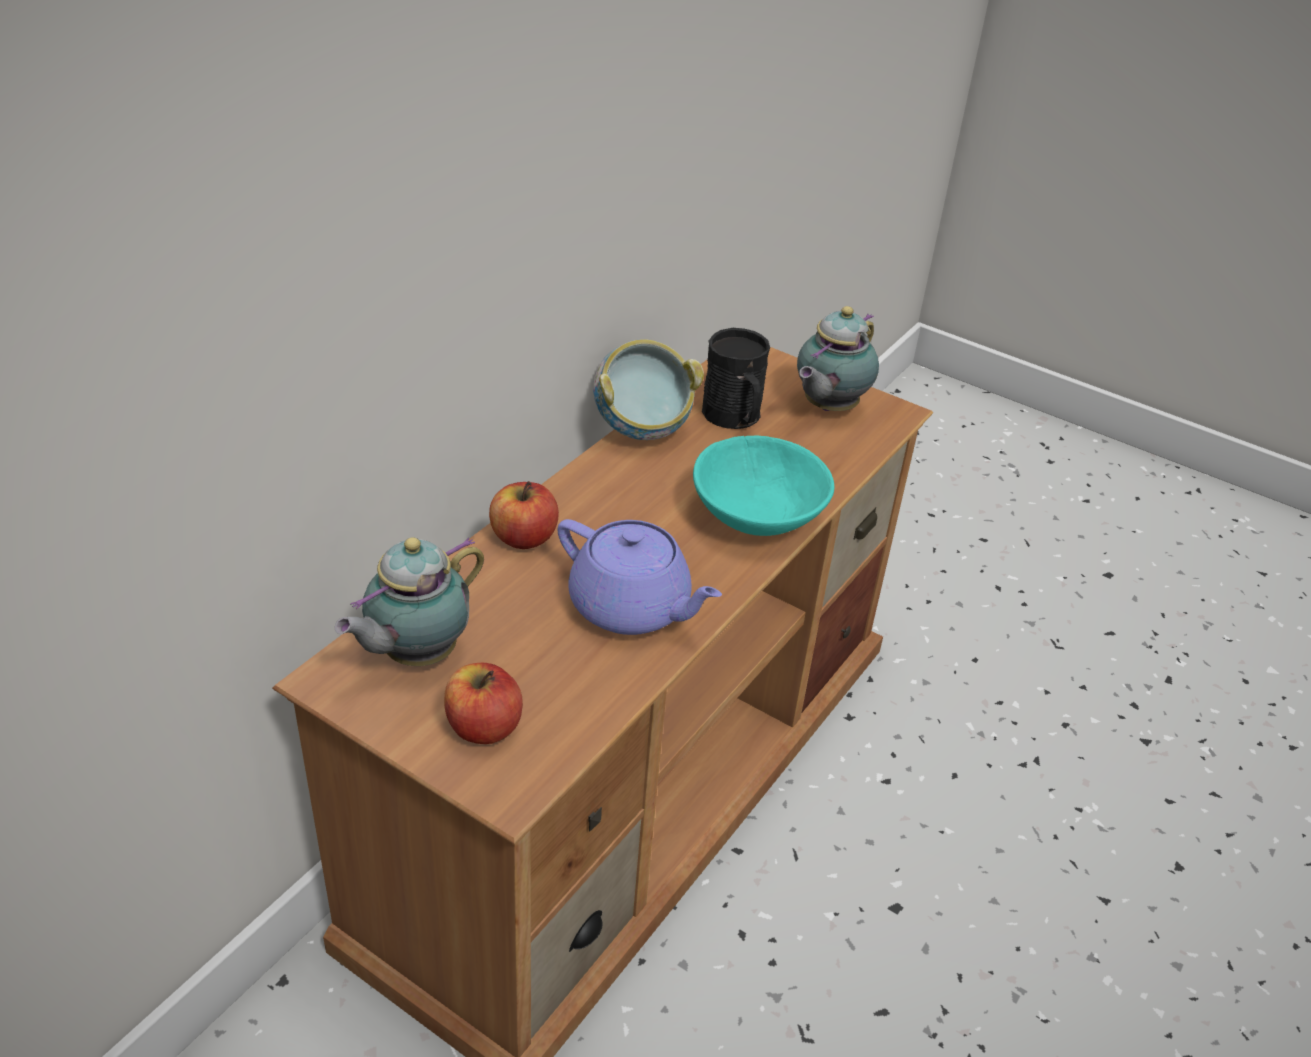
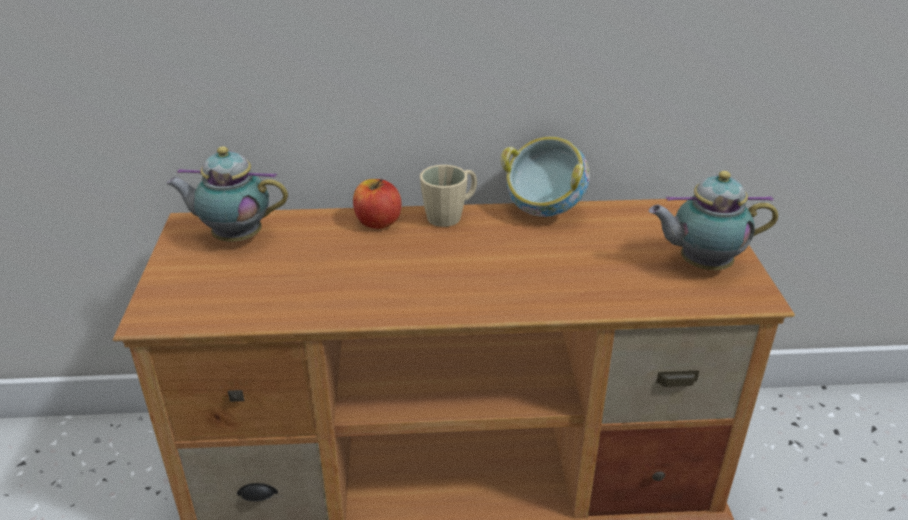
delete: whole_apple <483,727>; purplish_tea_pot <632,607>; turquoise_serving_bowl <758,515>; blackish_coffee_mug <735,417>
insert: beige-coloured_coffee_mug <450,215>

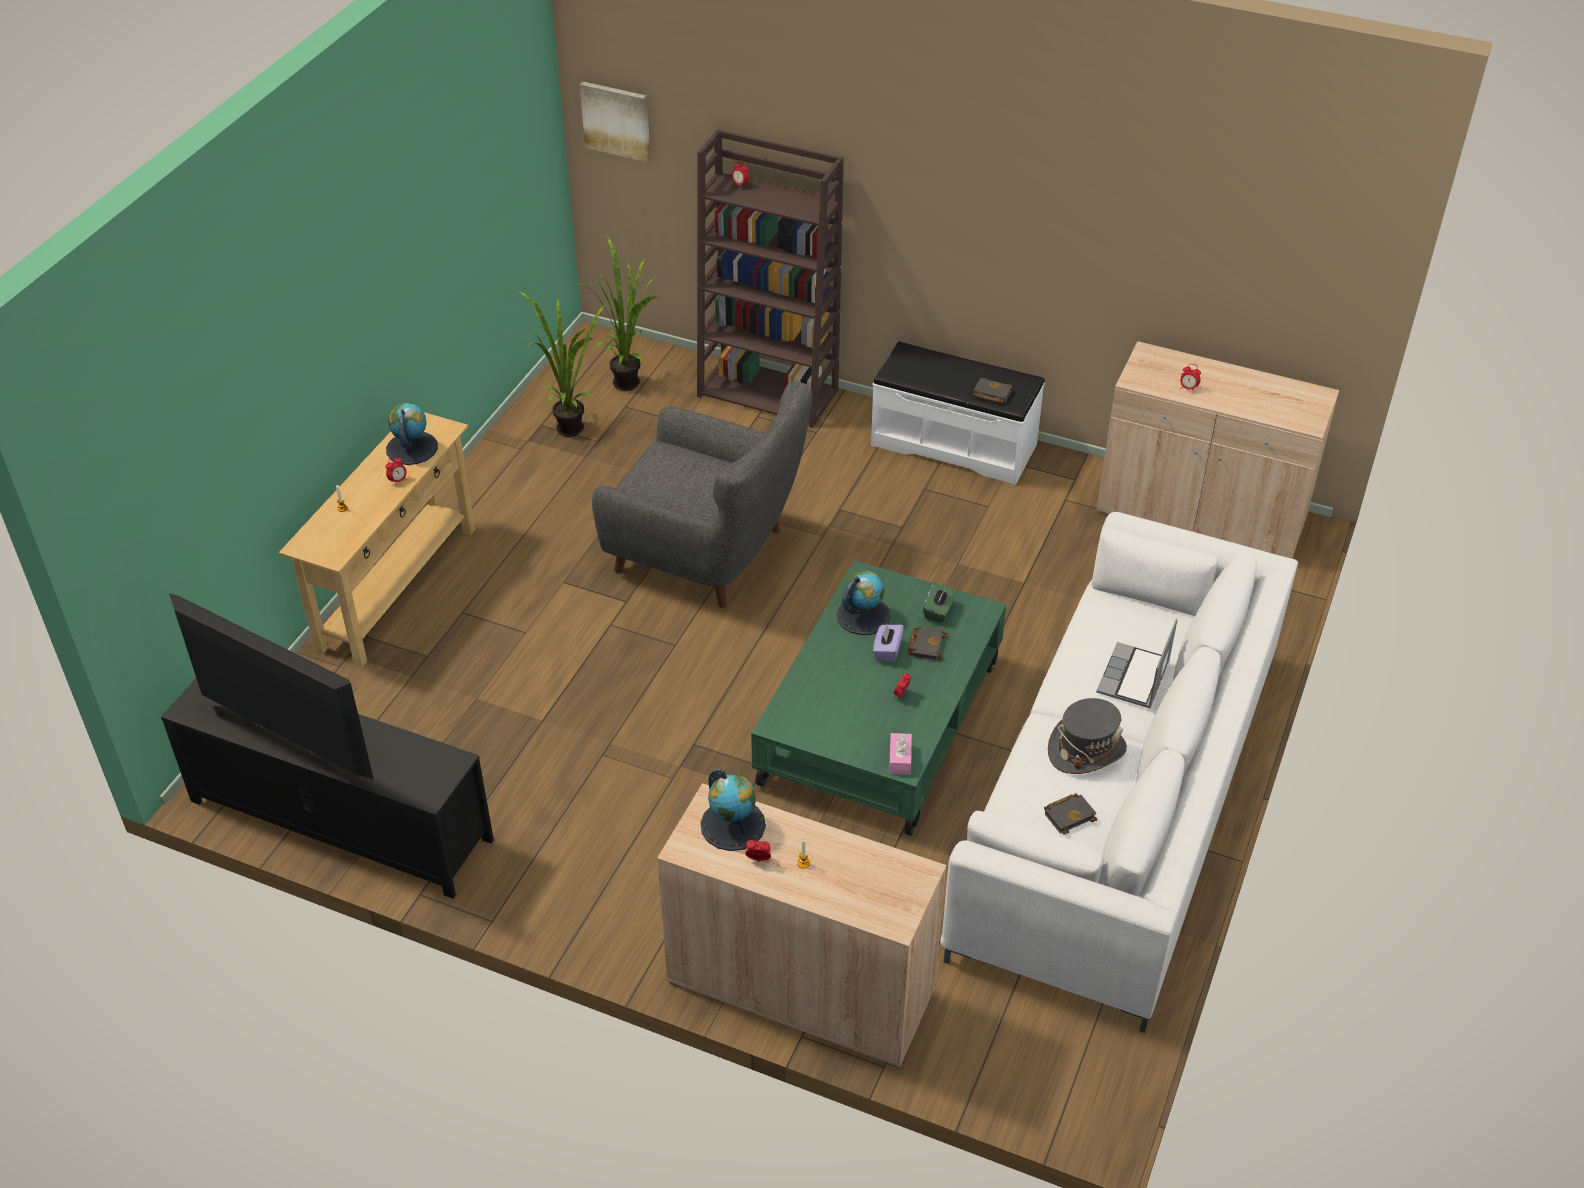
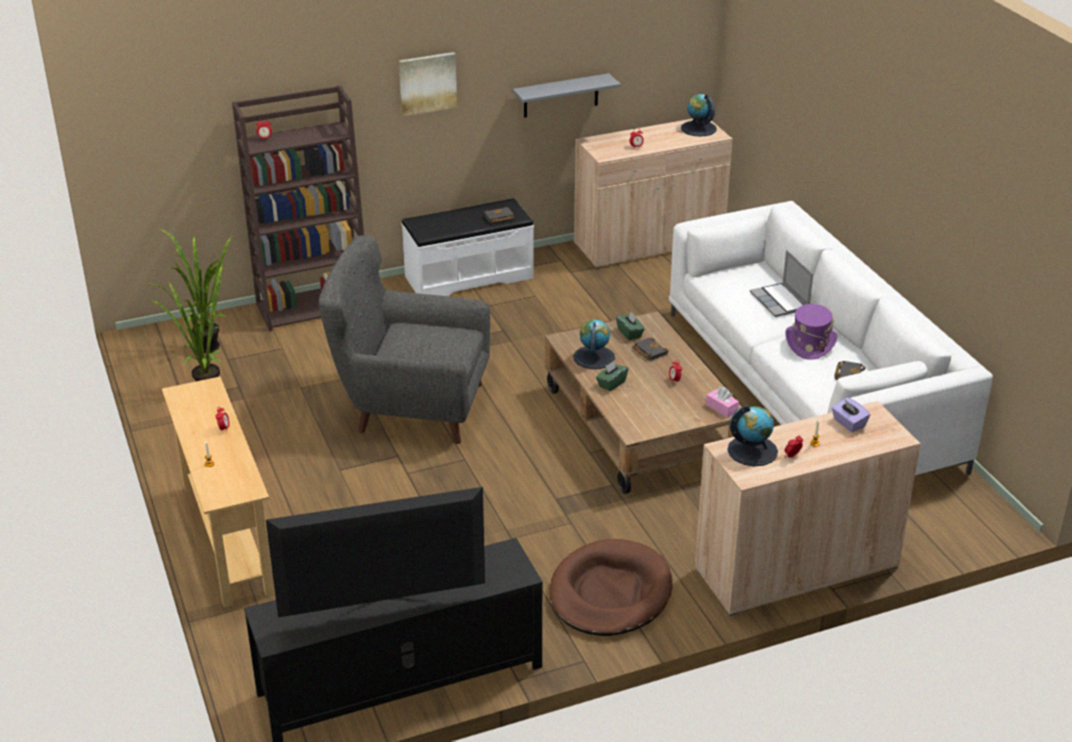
insert: greyish_shelf <561,96>; brown-coloured_dog_bed <610,593>; green-coloured_tissue_holder <611,383>
move: wall_picture <616,120> to <427,83>; desk_globe <411,448> to <698,128>; purplish_tissue_holder <887,650> to <848,423>
recolor: green-coloured_low_table <881,723> to brown-coloured_low_table <641,426>; greyish_wearable_hat <1086,750> to purplish_wearable_hat <810,343>
rotate: greyish_lounge_chair <708,555> = <411,405> 150 degrees counterclockwise

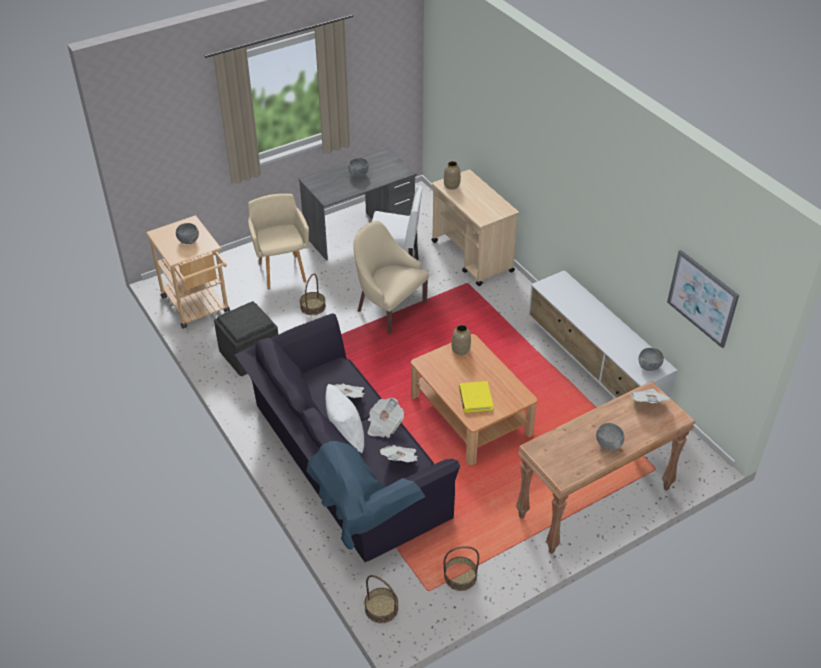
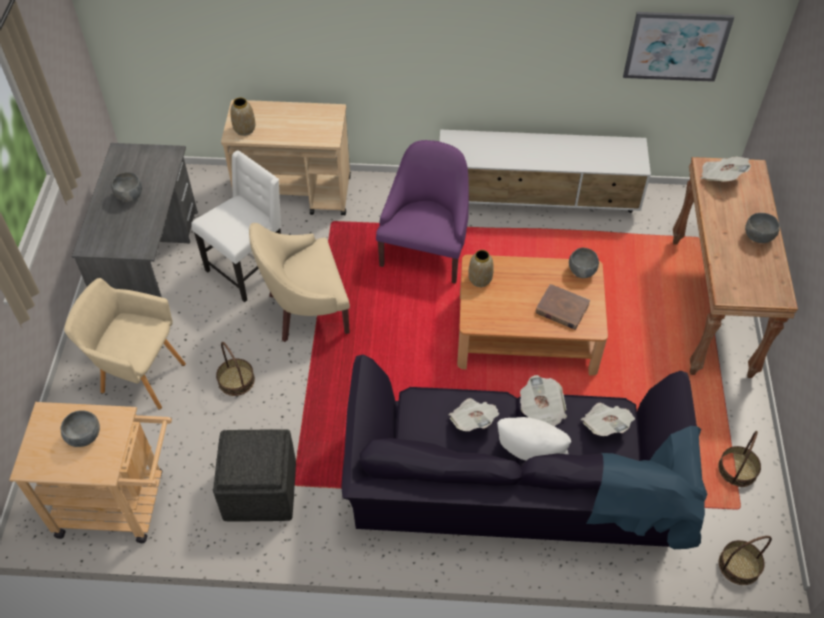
insert: purplish_lounge_chair <426,251>
move: greyish_serving_bowl <648,367> to <581,272>
recolor: yellow-coloured_book <475,398> to brown-coloured_book <562,309>

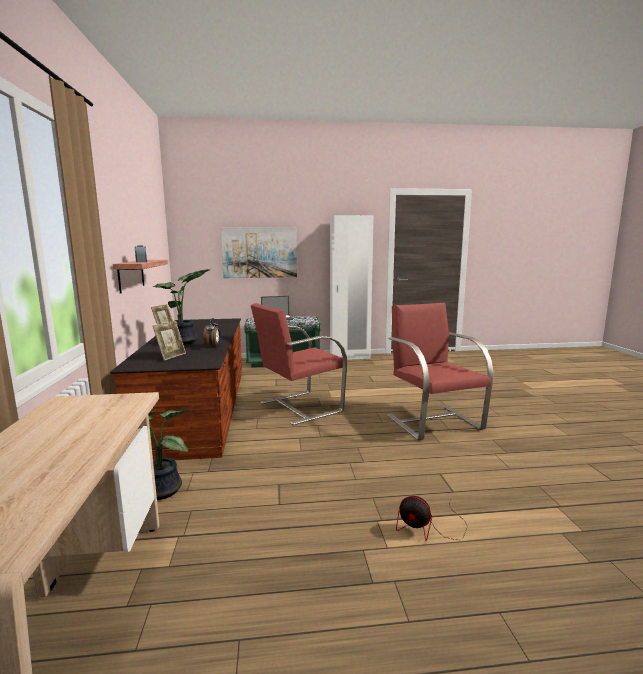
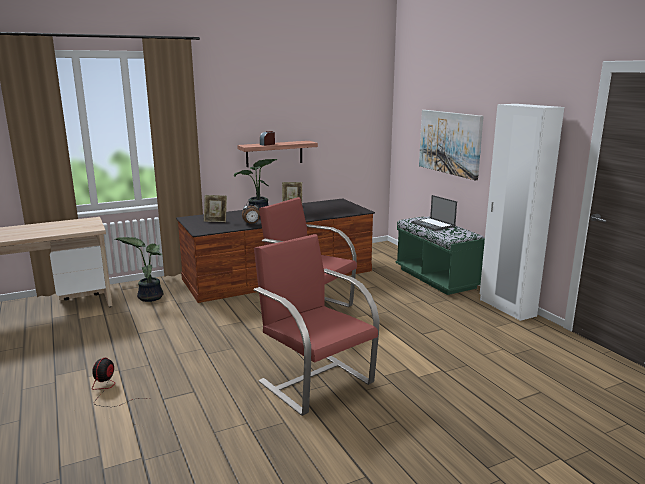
rotate: red_lounge_chair <433,422> = <315,381> 90 degrees counterclockwise

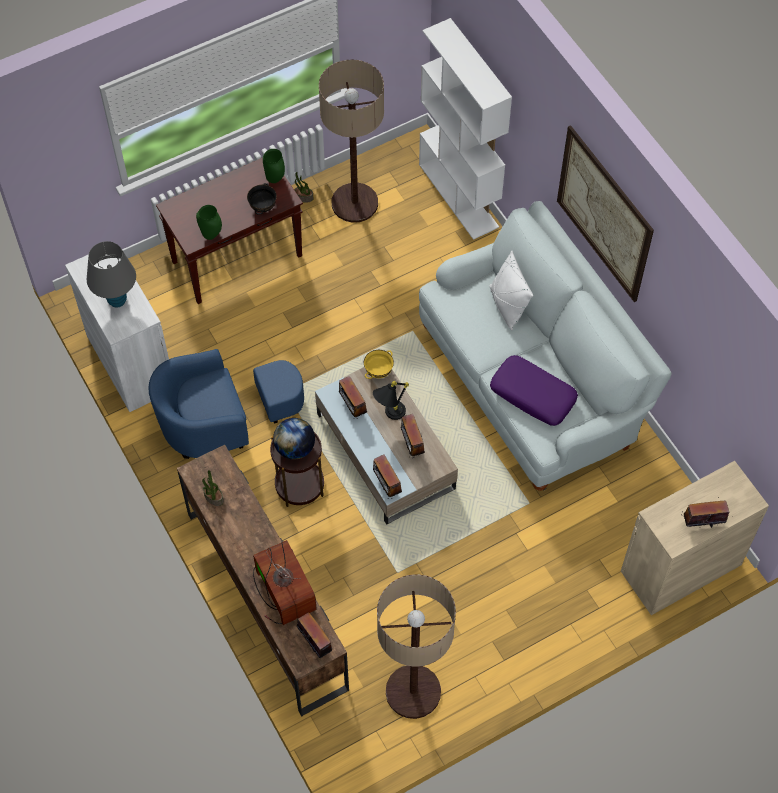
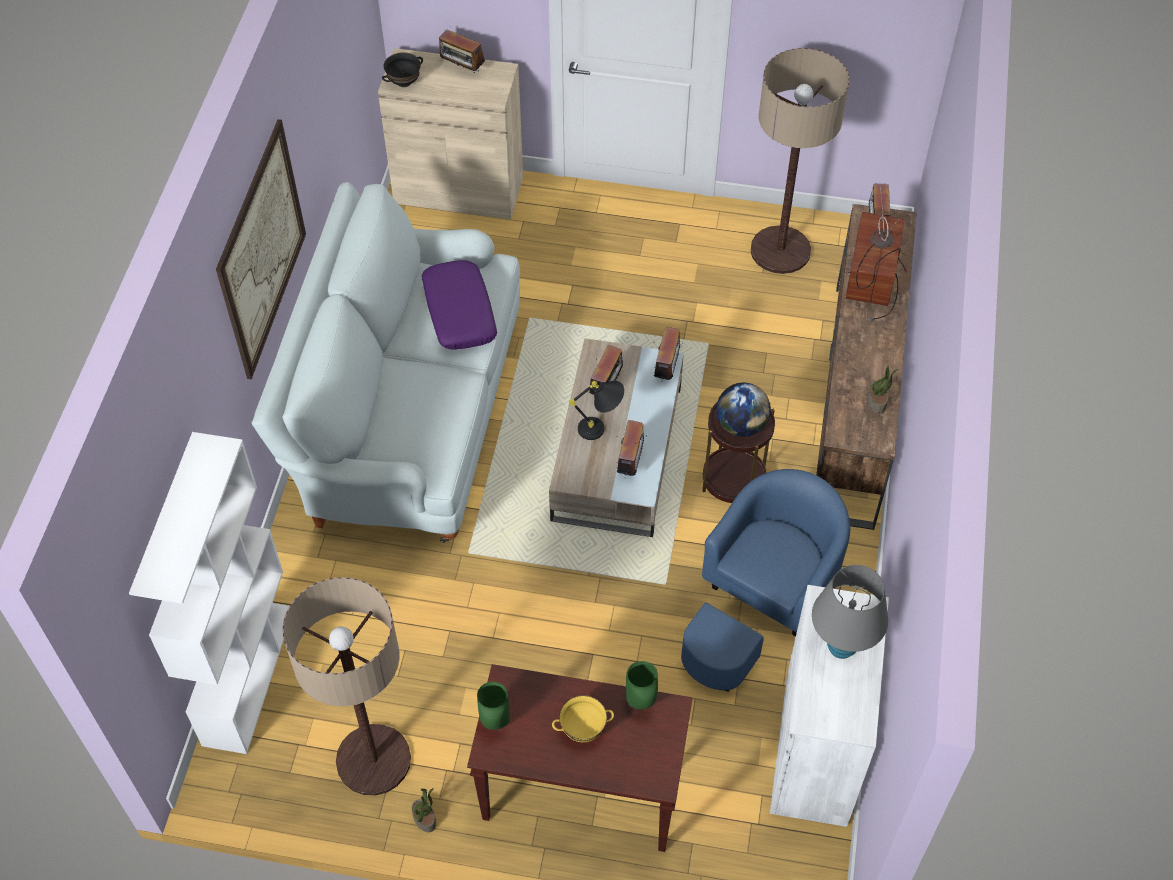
delete: white_throw_pillow <507,306>
move: blackish_serving_bowl <263,207> to <404,82>; yellow-coloured_serving_bowl <378,371> to <583,730>
rotate: bluish_lounge_chair <222,421> = <761,602> 75 degrees counterclockwise

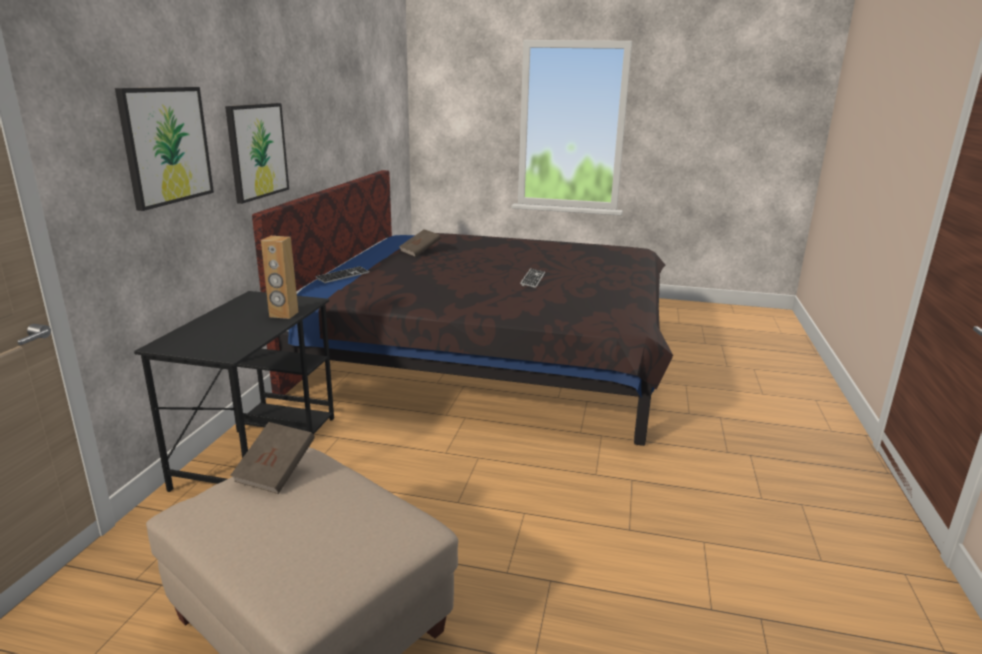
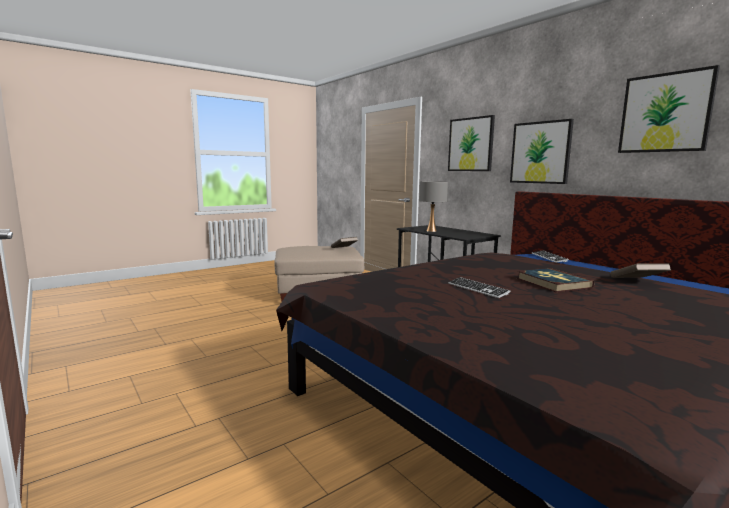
delete: brown-coloured_speaker <283,314>
insert: greyish_table_lamp <431,231>; book <553,283>; wall_picture <665,113>

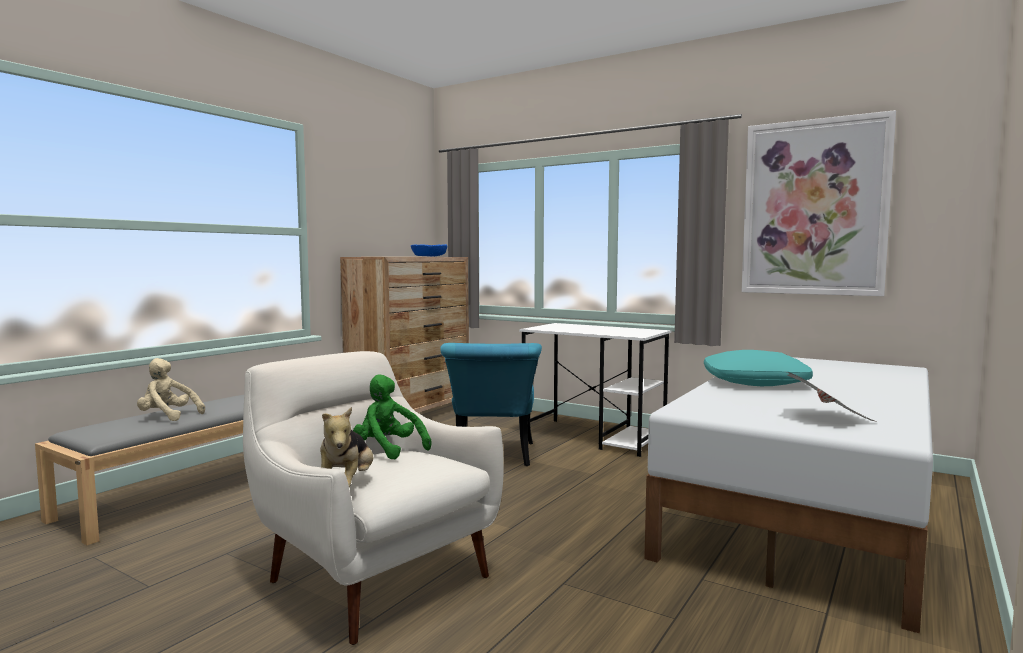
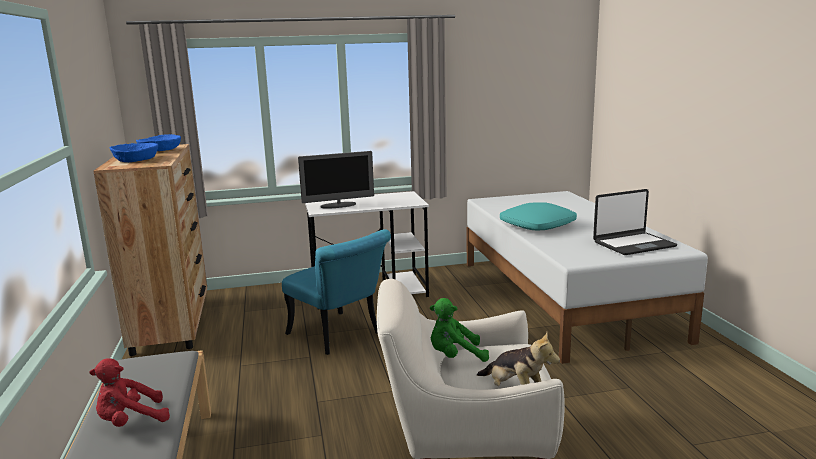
delete: wall_picture <814,208>
insert: bluish_serving_bowl <136,160>; monitor <338,205>
replace: newspaper <828,418> to laptop <633,244>
recolor: beige-coloured_soft_toy <168,416> to red_soft_toy <130,421>

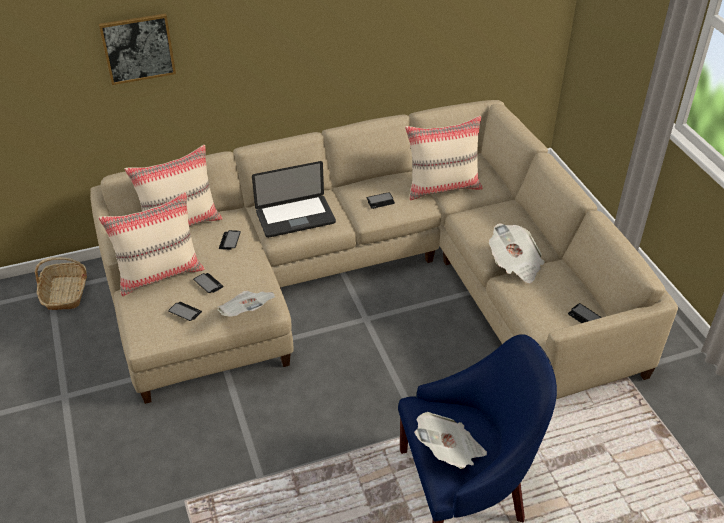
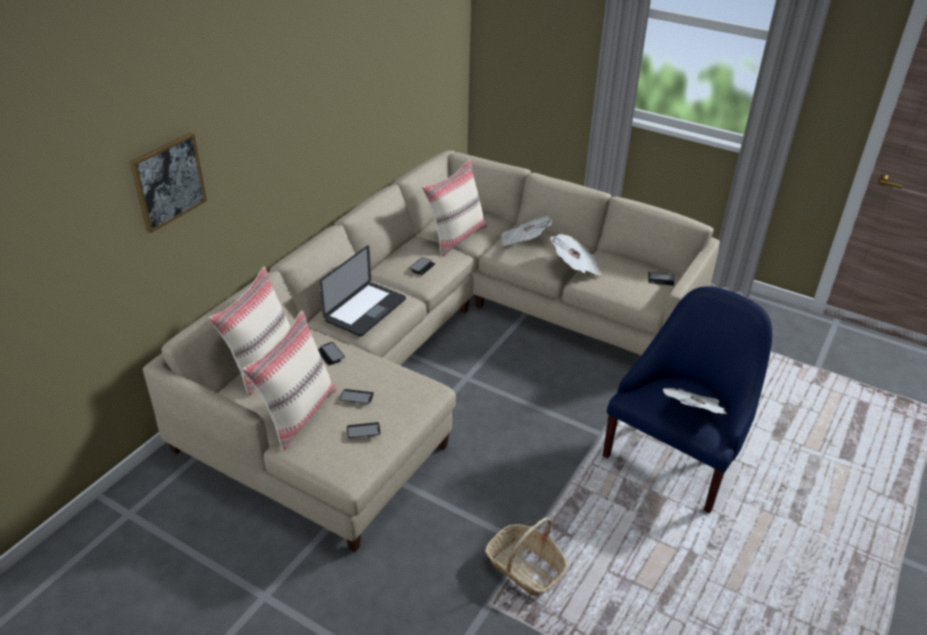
move: basket <65,293> to <525,568>; newspaper <247,313> to <523,242>

